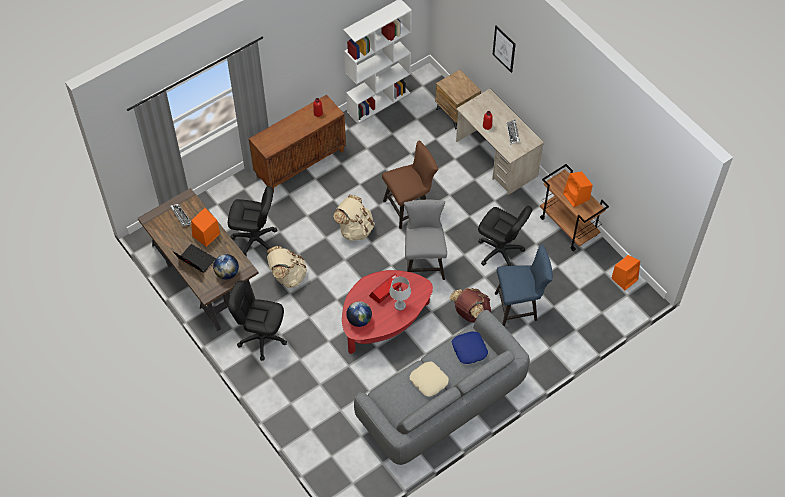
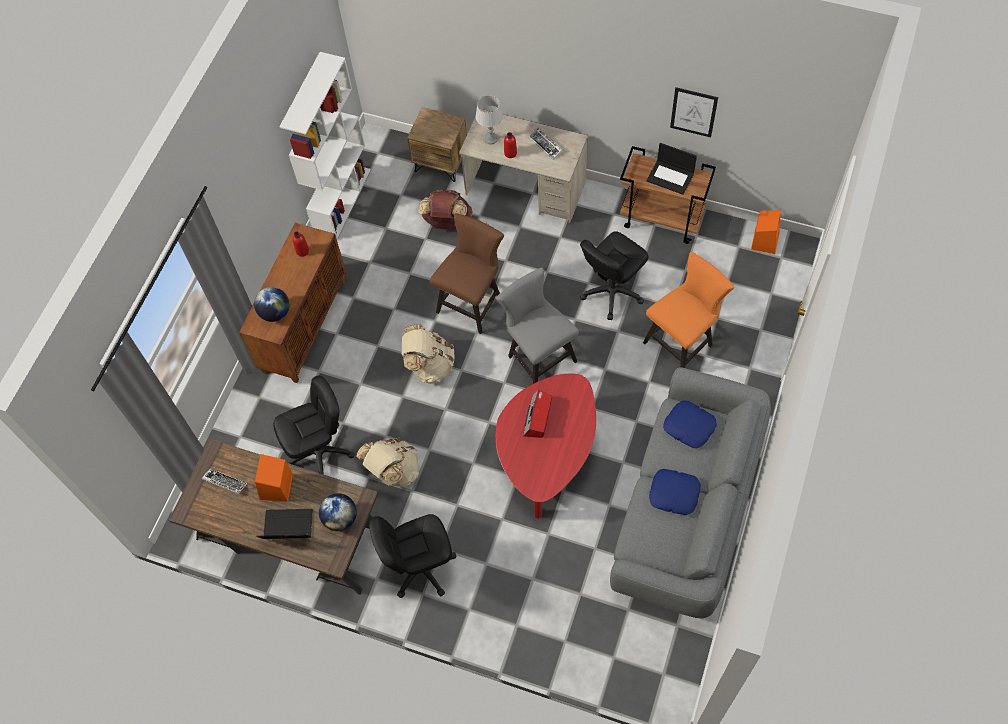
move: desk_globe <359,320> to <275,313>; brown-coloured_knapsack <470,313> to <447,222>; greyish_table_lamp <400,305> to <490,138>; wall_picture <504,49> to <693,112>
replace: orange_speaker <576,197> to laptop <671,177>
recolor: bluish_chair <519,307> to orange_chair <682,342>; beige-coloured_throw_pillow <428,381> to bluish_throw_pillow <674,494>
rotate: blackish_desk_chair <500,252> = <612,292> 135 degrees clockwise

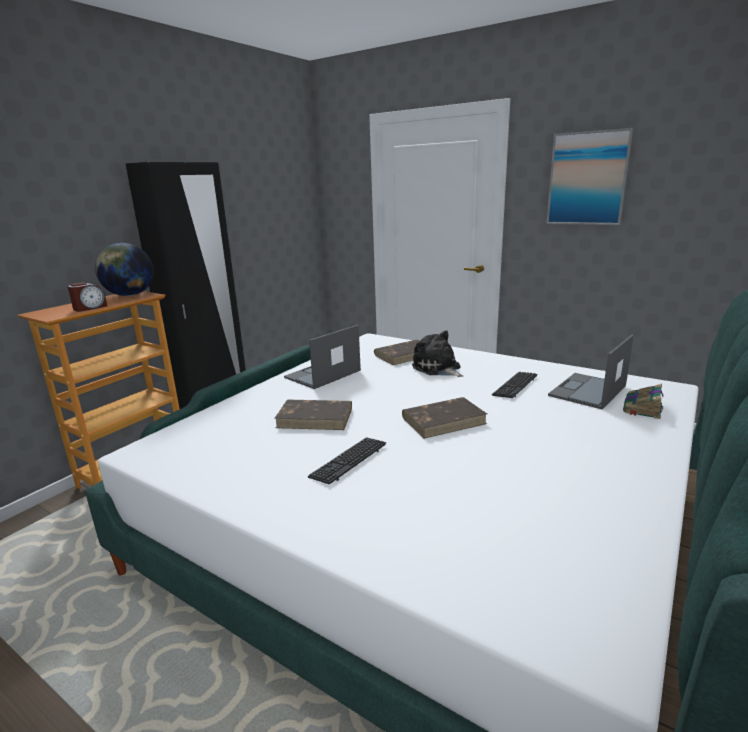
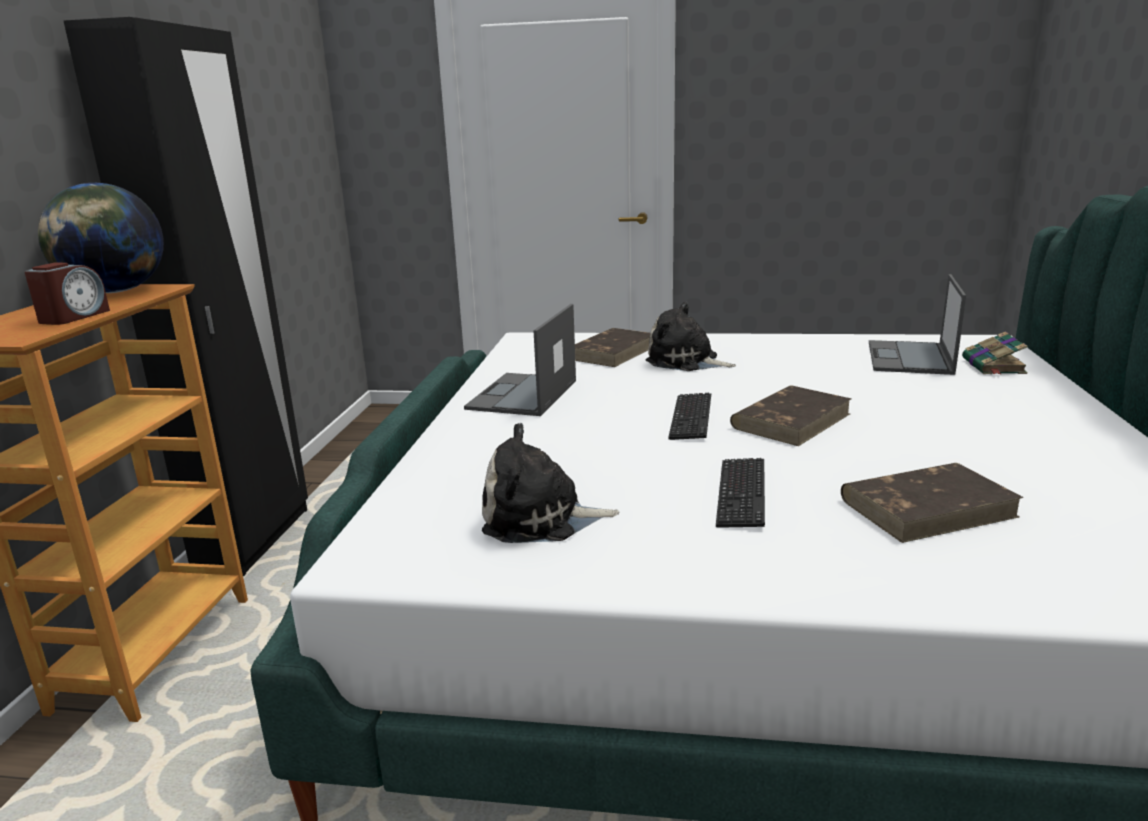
delete: wall_picture <587,179>
insert: soft_toy <540,518>
move: computer_keyboard <515,386> to <691,418>; brown-coloured_book <316,418> to <928,507>

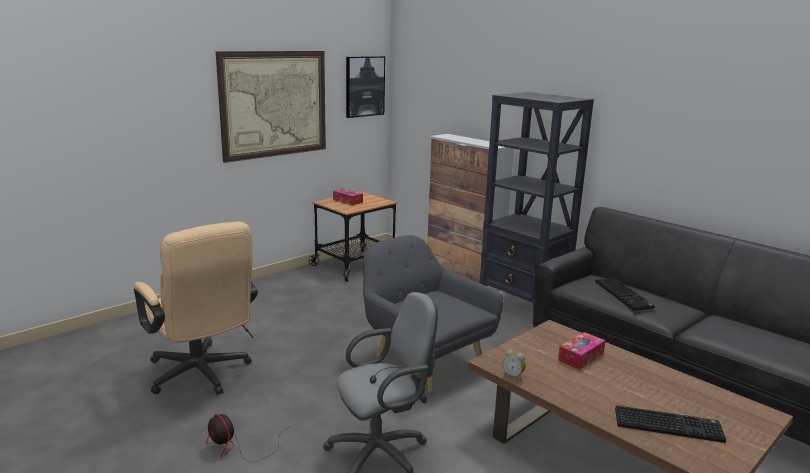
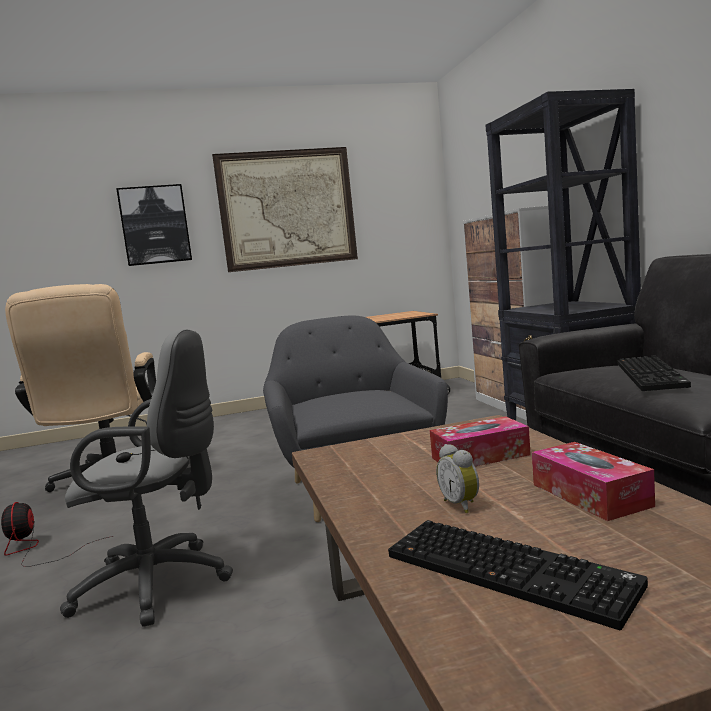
move: wall_picture <364,86> to <155,225>; bedside_clock <513,376> to <462,505>; tissue_holder <347,201> to <590,495>

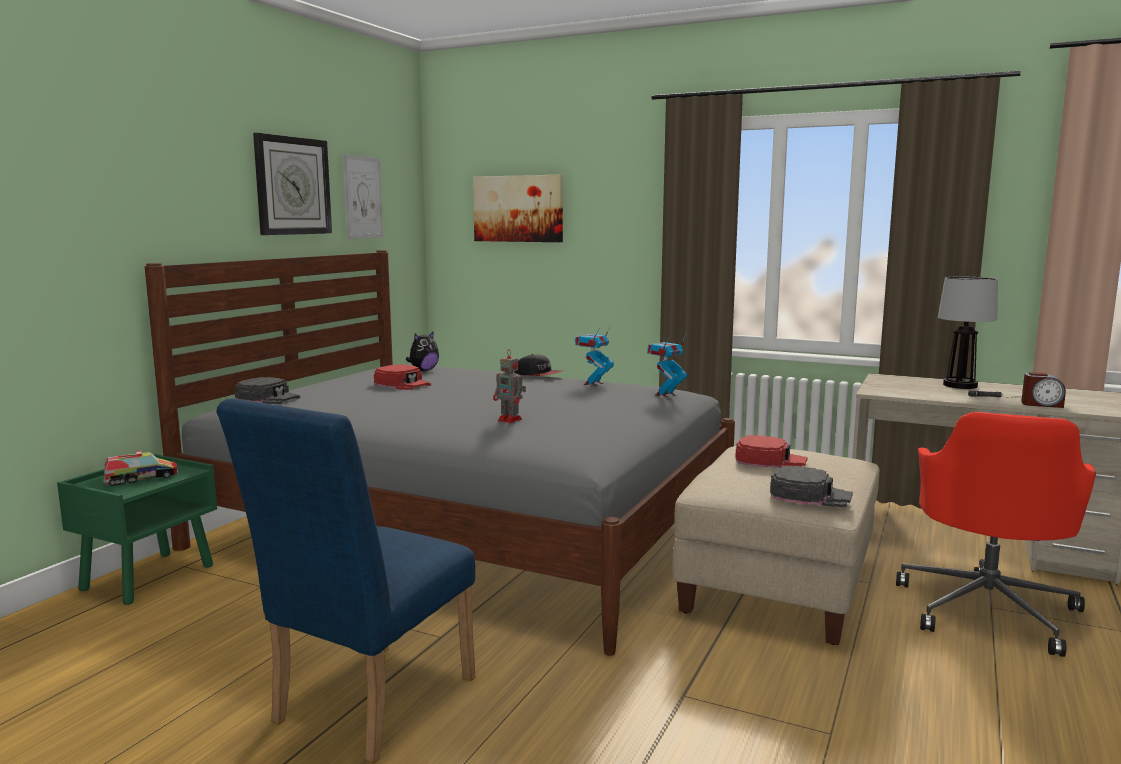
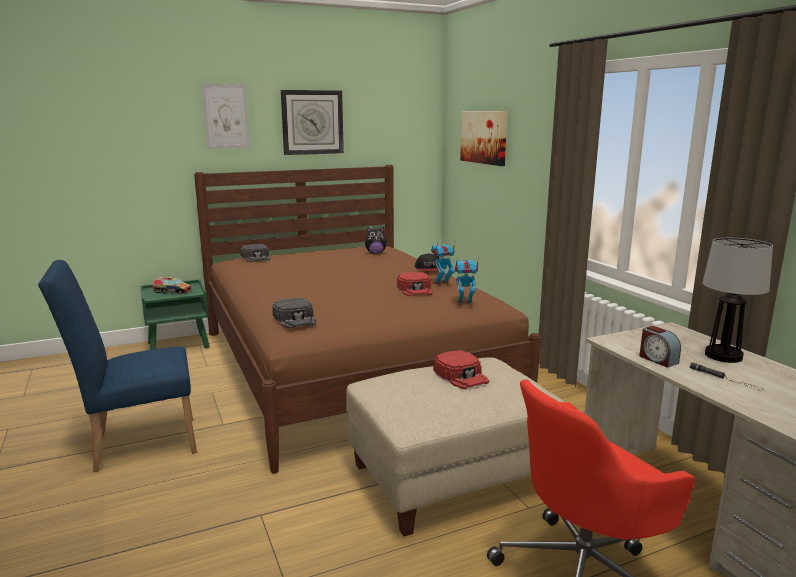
delete: toy_robot <510,420>
move: wall_picture <362,197> to <226,116>; blackish_baseball_cap <810,495> to <295,319>; red_baseball_cap <403,384> to <415,289>; bedside_clock <1041,404> to <657,359>
recolor: greyish_bed <469,528> to brown-coloured_bed <349,367>

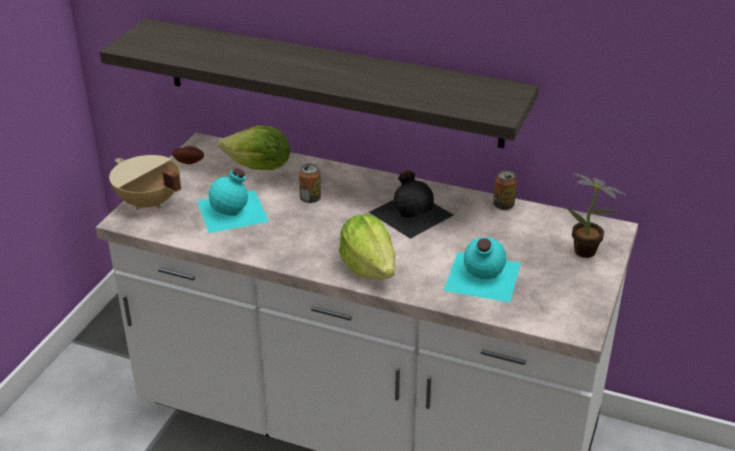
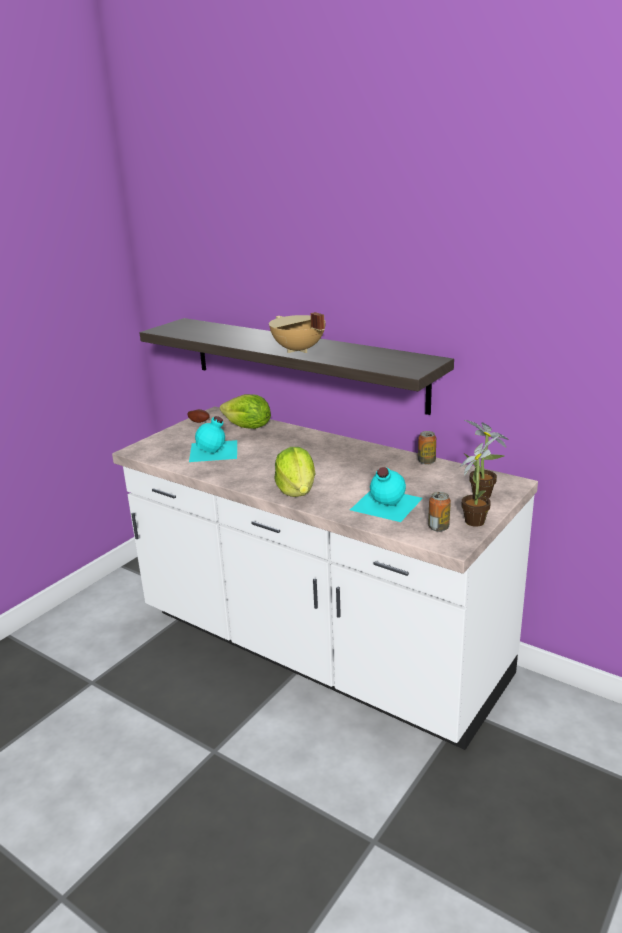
delete: blackish_bottle <411,212>
insert: houseplant <475,520>
move: beige-coloured_saucepot <148,203> to <298,350>; can <310,199> to <438,527>

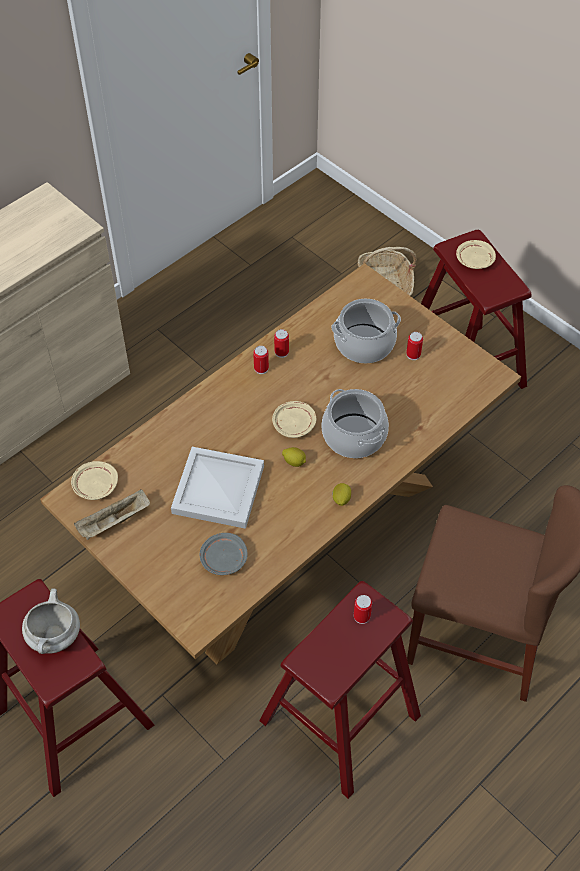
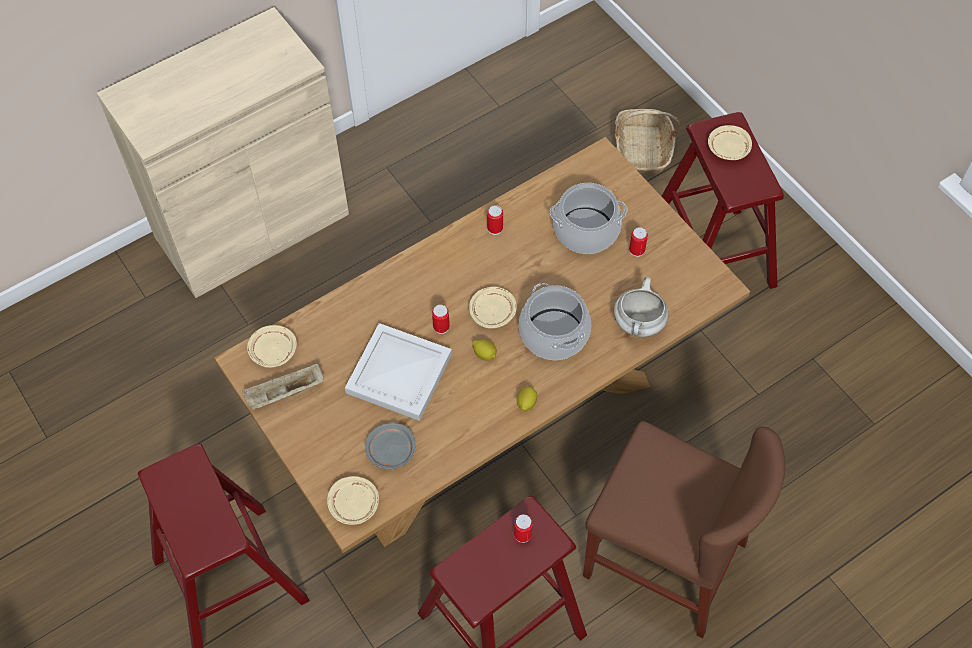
insert: beige-coloured_dinner_plate <354,504>
move: can <261,368> to <441,327>; white_saucepot <55,637> to <639,324>

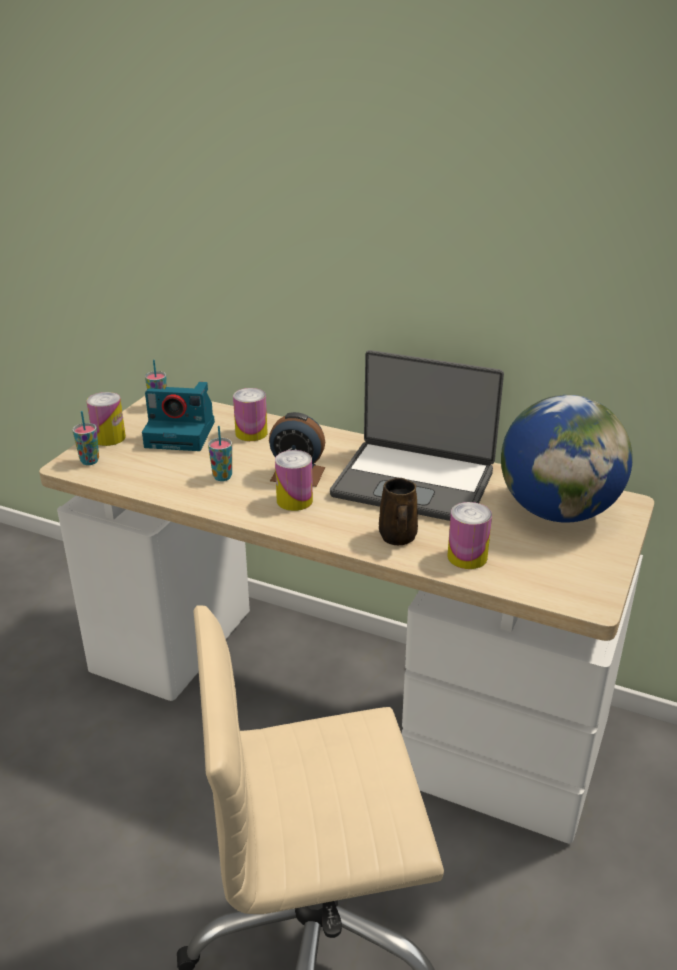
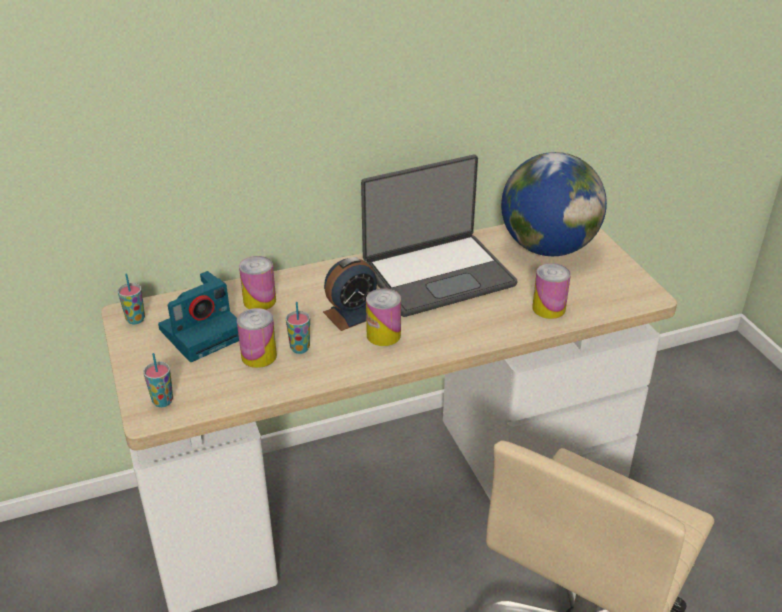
delete: brown-coloured_coffee_mug <397,538>
move: can <109,438> to <259,356>

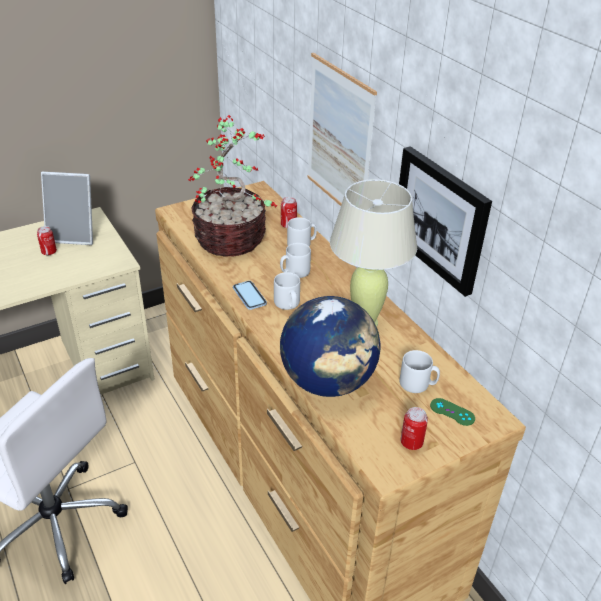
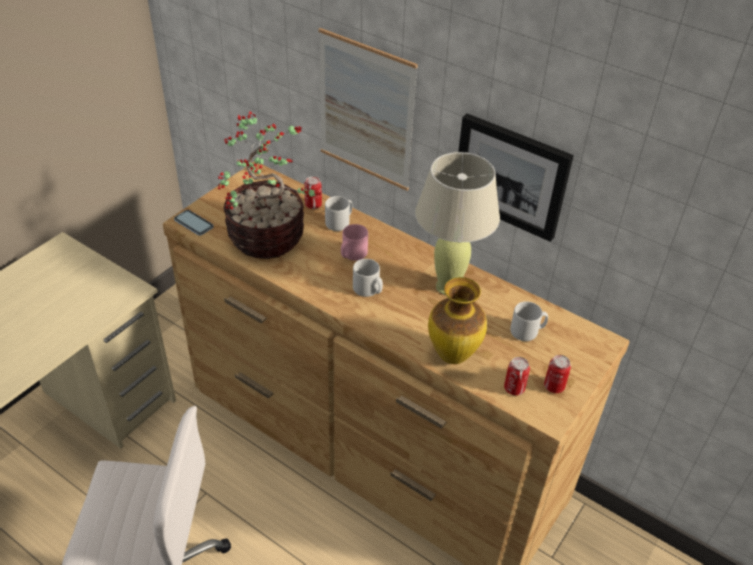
delete: photo_frame <75,235>; green-coloured_game_controller <452,412>
move: handset <249,296> to <193,224>; can <49,252> to <514,388>
replace: desk_globe <328,382> to vase <453,355>
recolor: greyish_coffee_mug <294,272> to pink-coloured_coffee_mug <352,254>

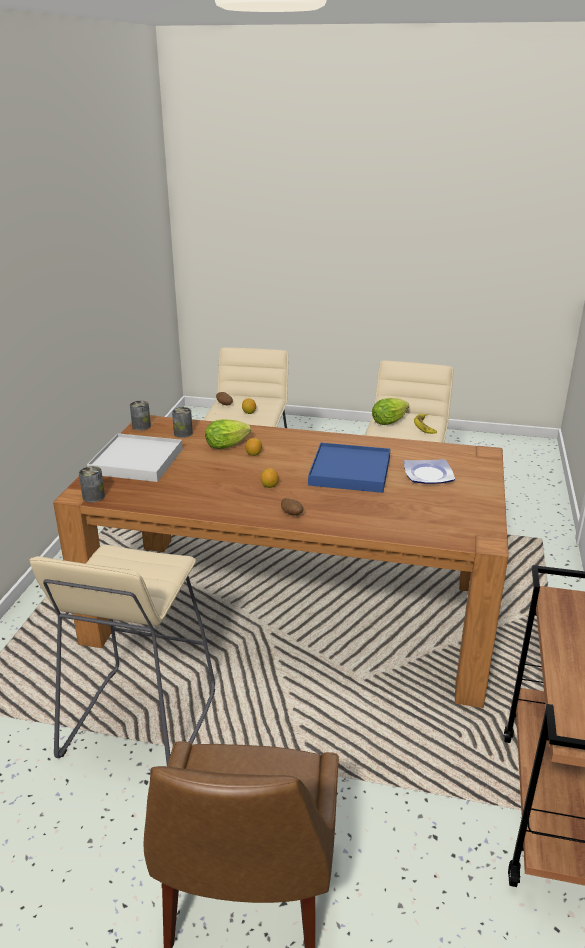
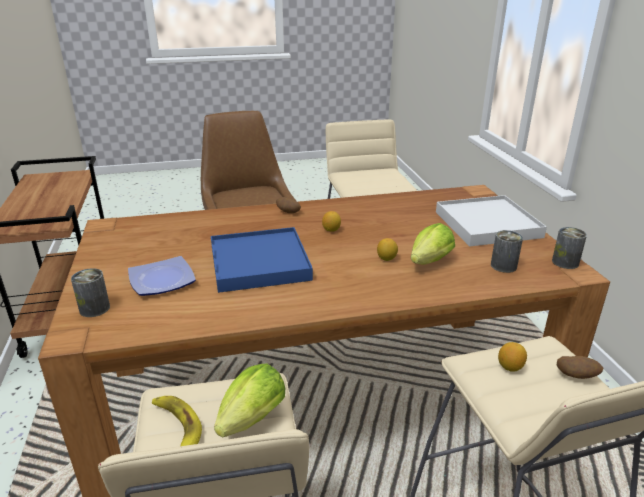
move: can <93,496> to <94,308>

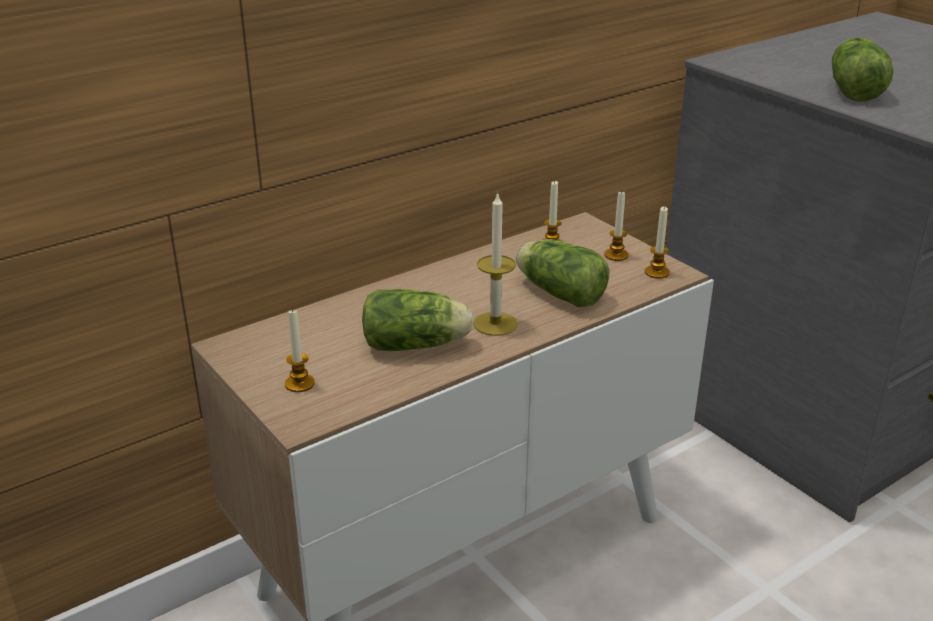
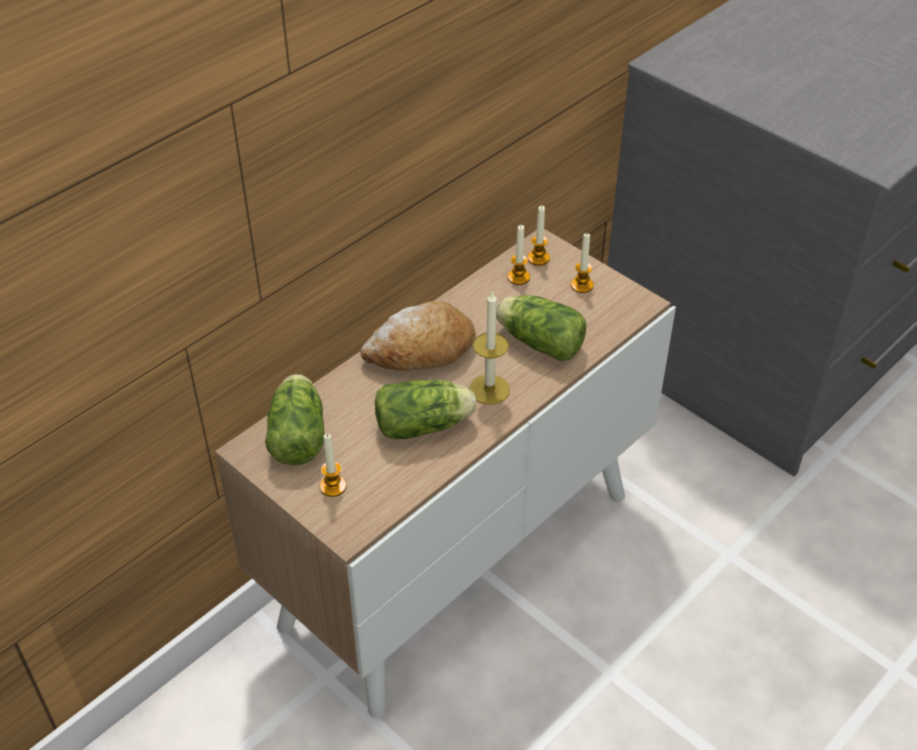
insert: bread <420,351>
move: lettuce <853,90> to <298,433>; wax_candle <657,272> to <538,258>

